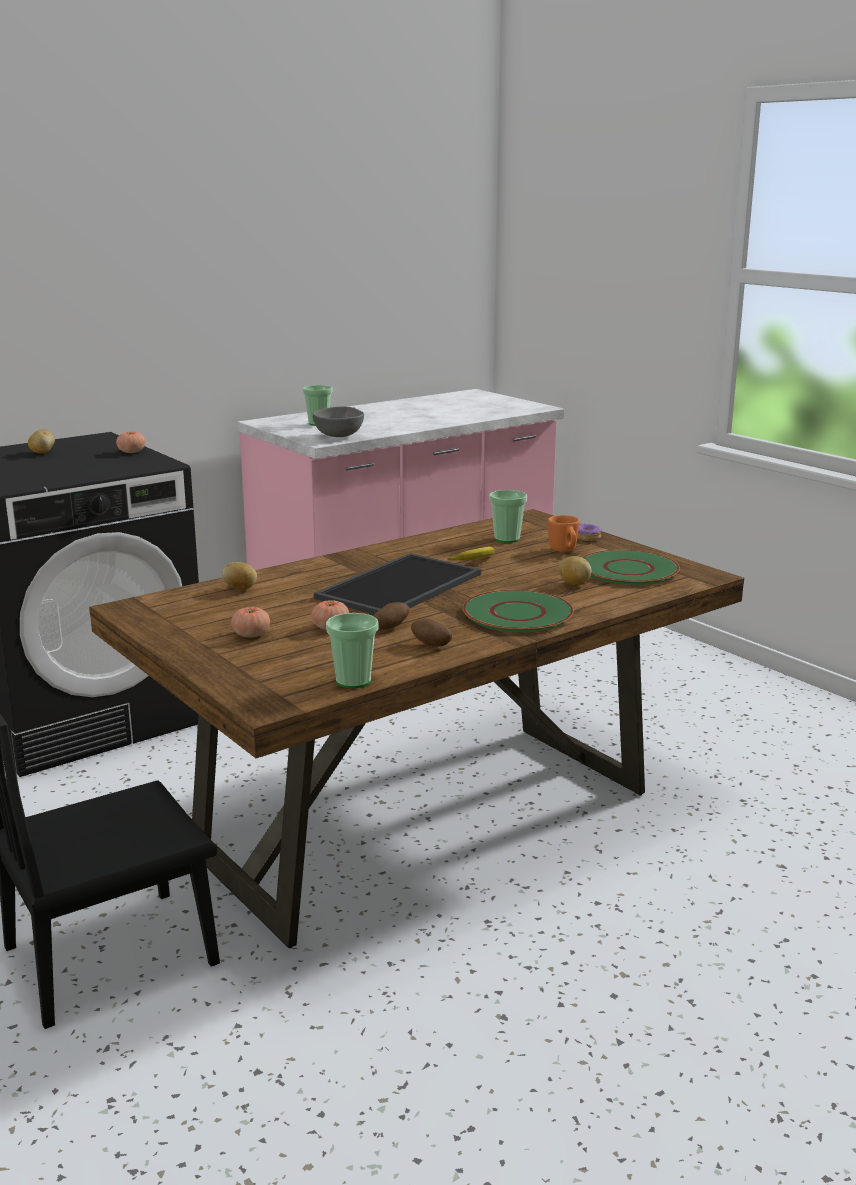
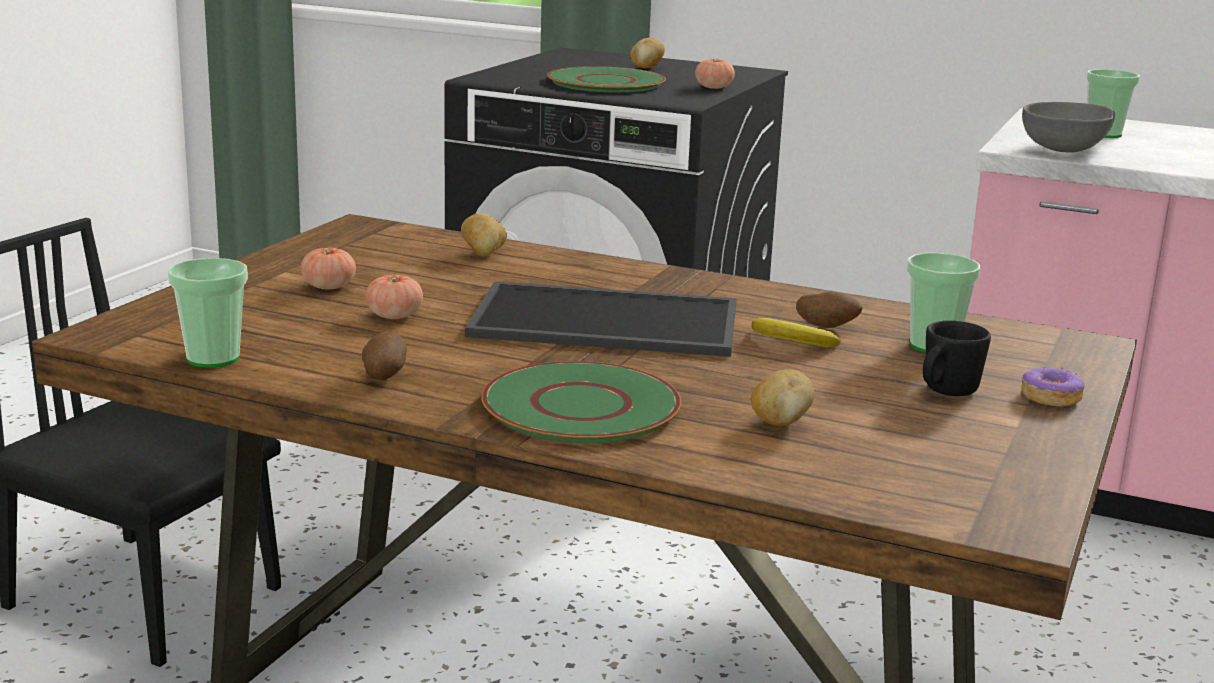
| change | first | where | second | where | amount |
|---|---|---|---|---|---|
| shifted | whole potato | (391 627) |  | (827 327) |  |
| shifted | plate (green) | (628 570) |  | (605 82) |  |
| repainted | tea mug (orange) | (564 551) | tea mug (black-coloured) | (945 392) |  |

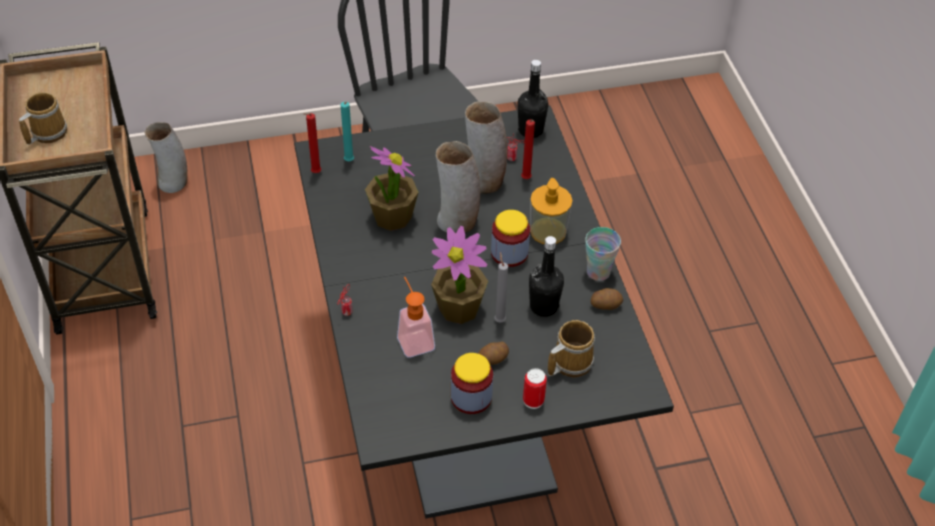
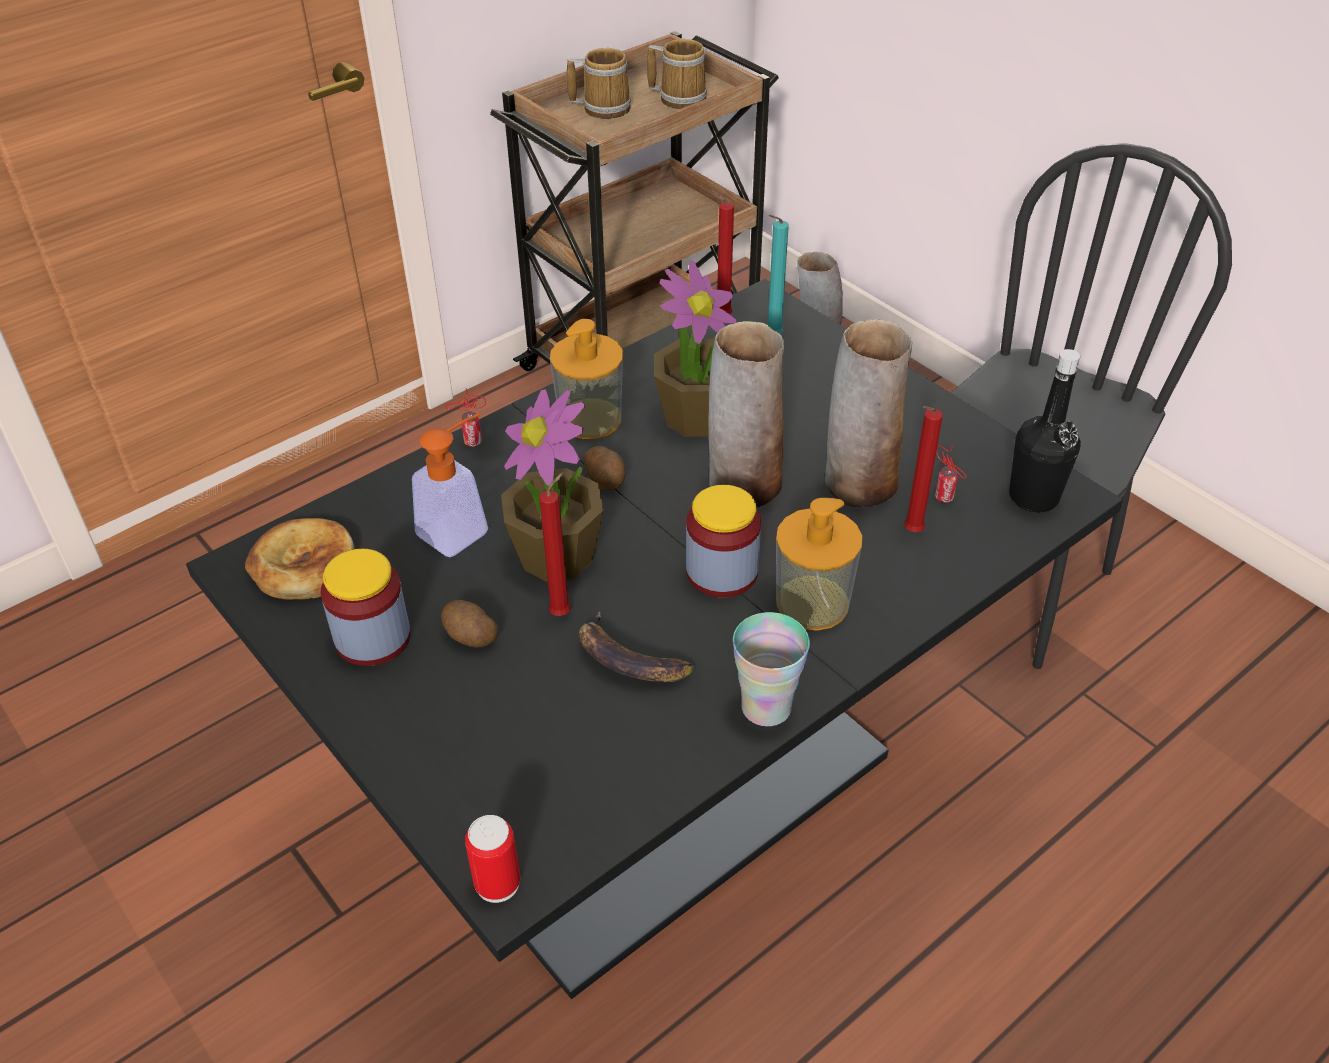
| change | first | where | second | where | amount |
|---|---|---|---|---|---|
| new |  |  | bakery bread | (303 565) |  |
| new |  |  | soap bottle | (590 419) |  |
| shifted | can | (533 400) |  | (497 883) |  |
| shifted | tea mug | (569 362) |  | (680 97) |  |
| shifted | whole potato | (605 304) |  | (606 479) |  |
| swapped | beverage bottle (black-coloured) | (543 306) | whole banana | (629 659) |  |
| repainted | candle (grey) | (499 319) | candle (reddish) | (563 612) |  |

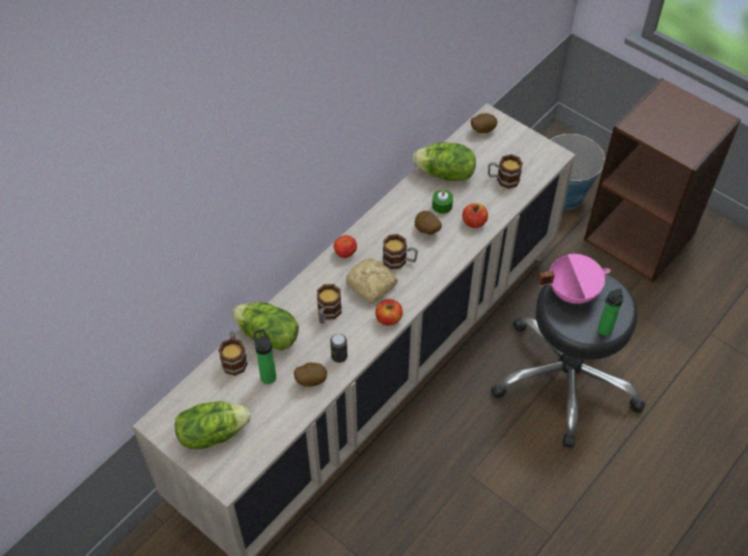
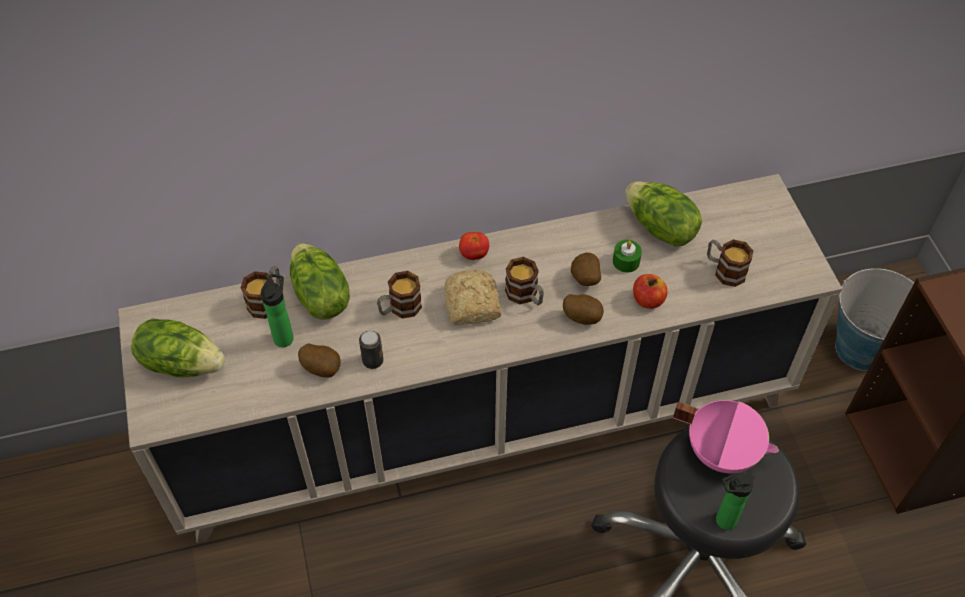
| change | first | where | second | where | amount |
|---|---|---|---|---|---|
| gone | whole apple | (388 318) |  |  |  |
| shifted | whole potato | (482 130) |  | (582 317) |  |

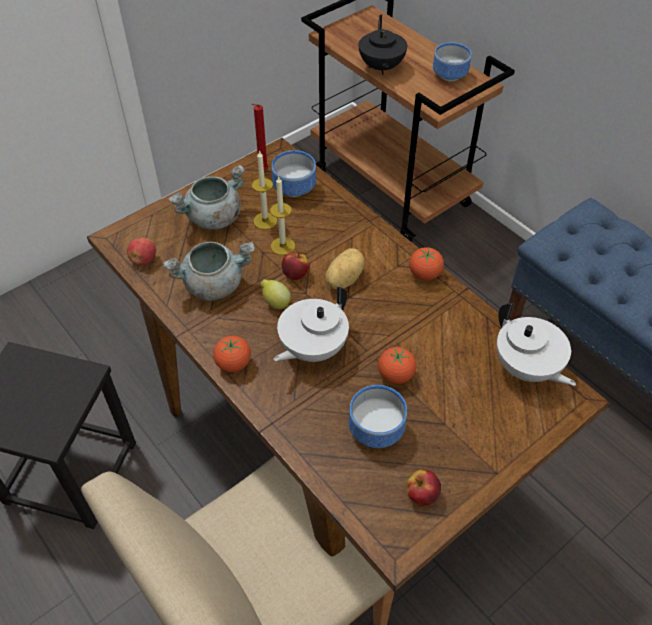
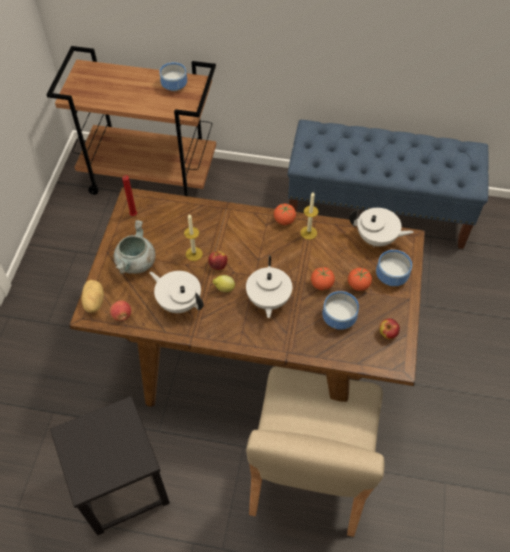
| change | first | where | second | where | amount |
|---|---|---|---|---|---|
| gone | pot for tea (black-coloured) | (381 67) |  |  |  |
| shifted | tomato | (233 364) |  | (358 285) |  |
| shifted | candle | (265 221) |  | (308 232) |  |
| shifted | serving bowl | (296 189) |  | (393 276) |  |
| shifted | whole potato | (343 279) |  | (93 302) |  |
| swapped | stockpot (grey) | (214 285) | pot for tea (whitish) | (179 302) |  |

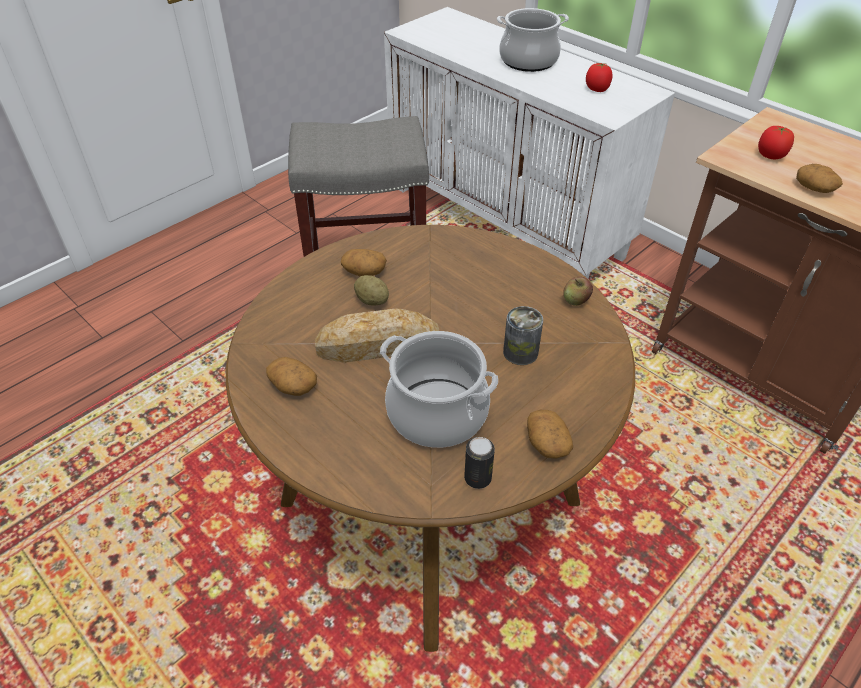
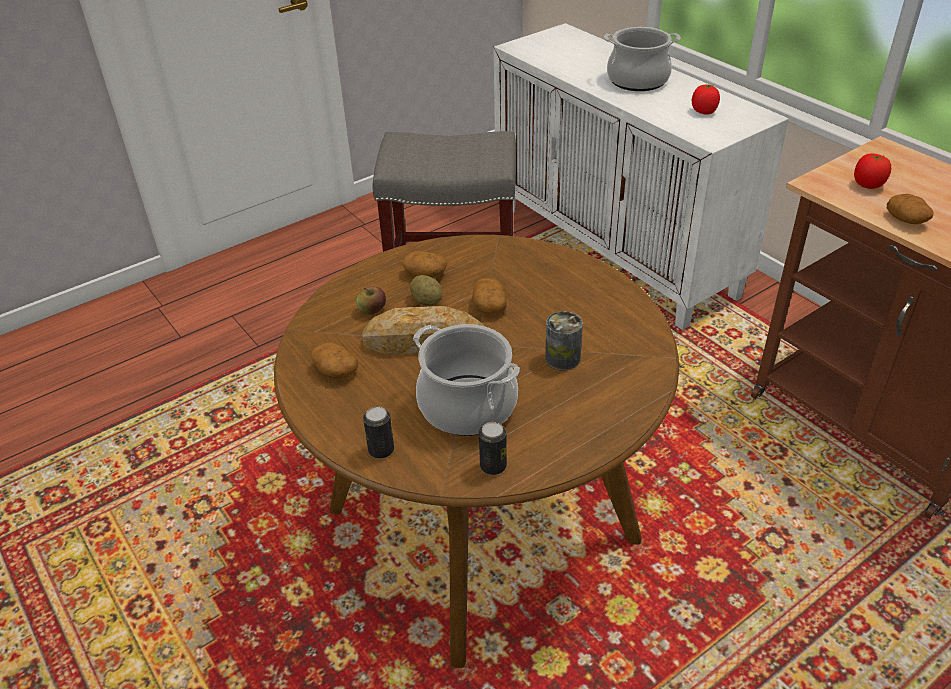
| change | first | where | second | where | amount |
|---|---|---|---|---|---|
| new |  |  | can | (381 450) |  |
| shifted | whole potato | (546 443) |  | (489 306) |  |
| shifted | whole apple | (576 300) |  | (372 310) |  |

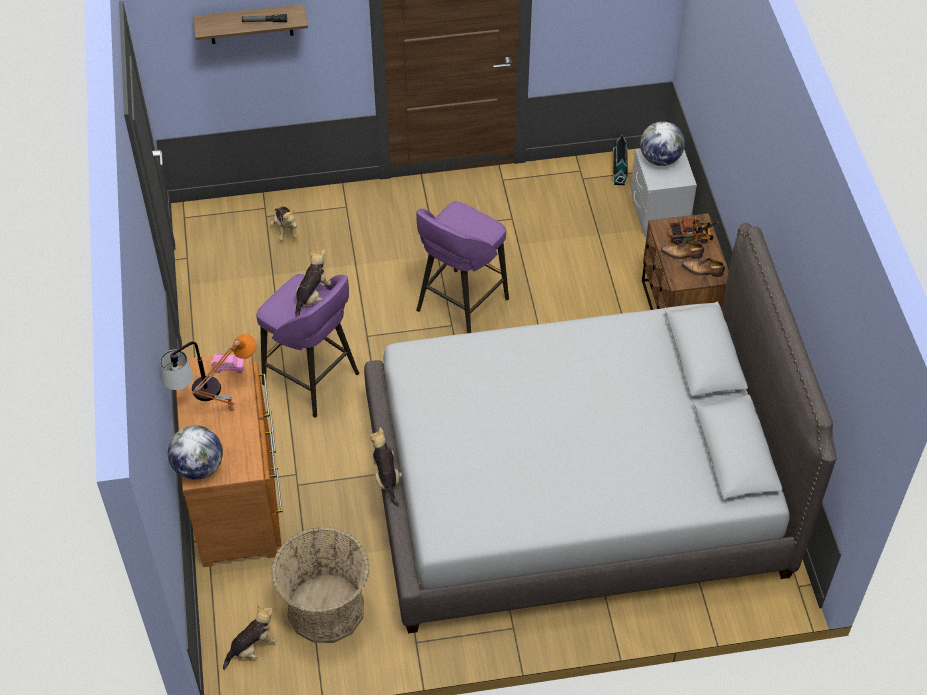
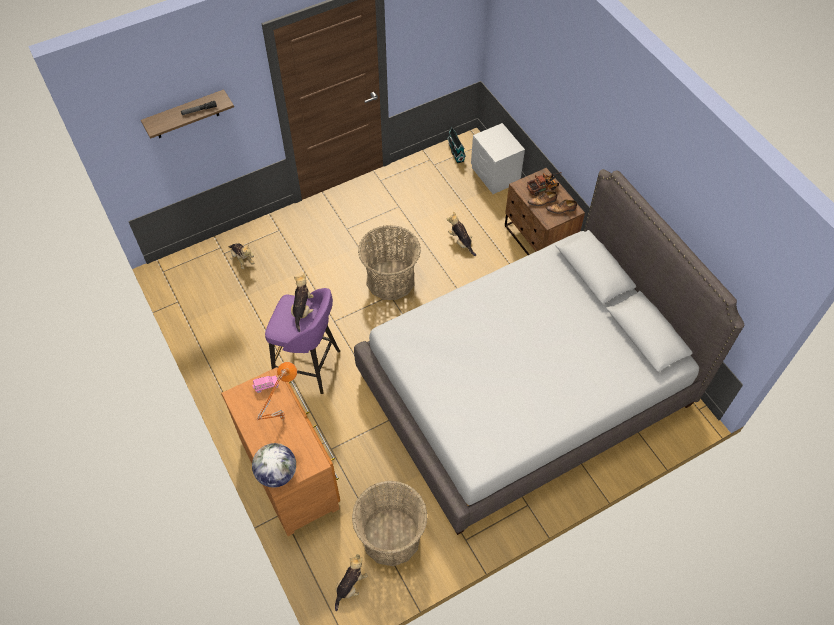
| change | first | where | second | where | amount |
|---|---|---|---|---|---|
| gone | lamp for a table | (195 398) |  |  |  |
| gone | desk globe | (660 159) |  |  |  |
| shifted | soft toy | (386 477) |  | (461 242) |  |
| swapped | stool (purple-coloured) | (460 306) | basket | (390 280) |  |

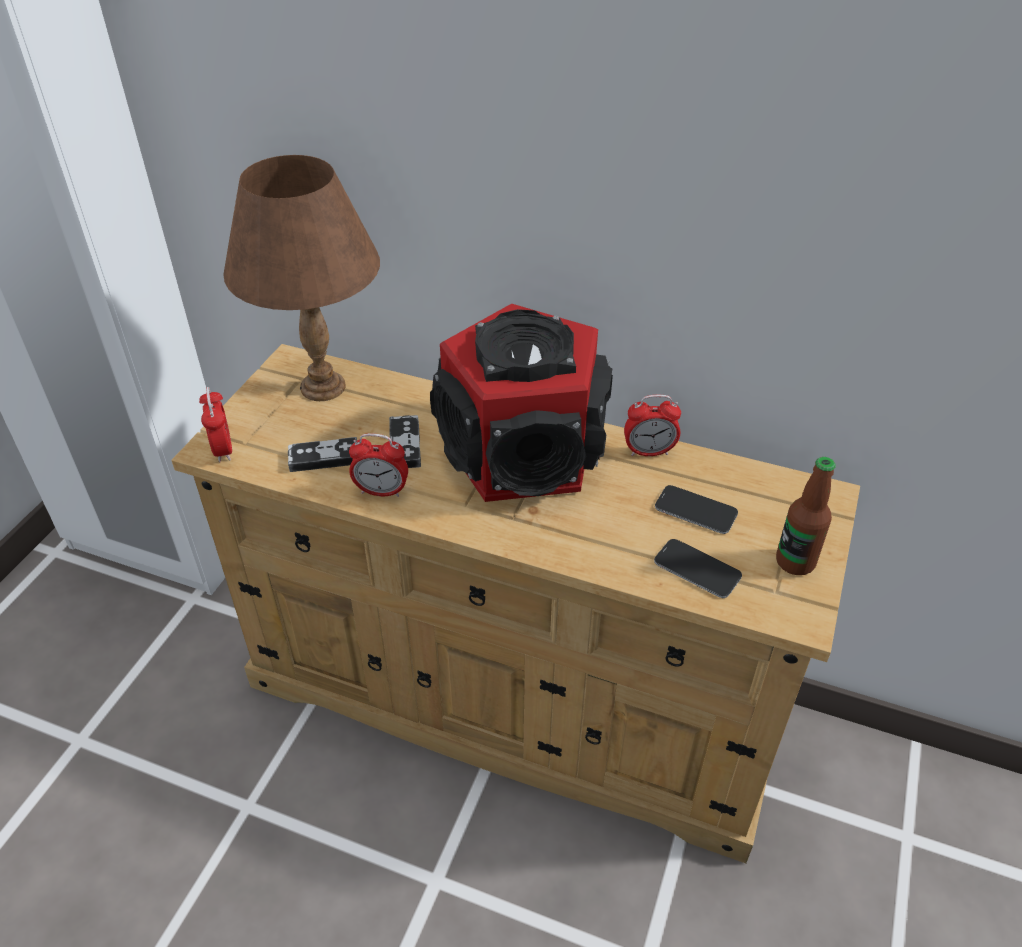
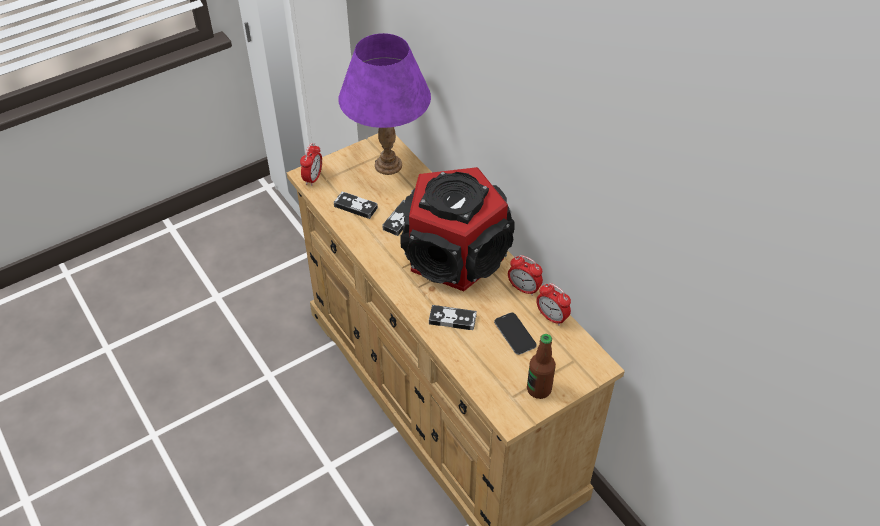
| change | first | where | second | where | amount |
|---|---|---|---|---|---|
| gone | telephone | (697 569) |  |  |  |
| new |  |  | game controller | (452 319) |  |
| shifted | table clock | (381 491) |  | (551 317) |  |
| repainted | lamp for a table (brown-coloured) | (322 387) | lamp for a table (purple-coloured) | (387 165) |  |

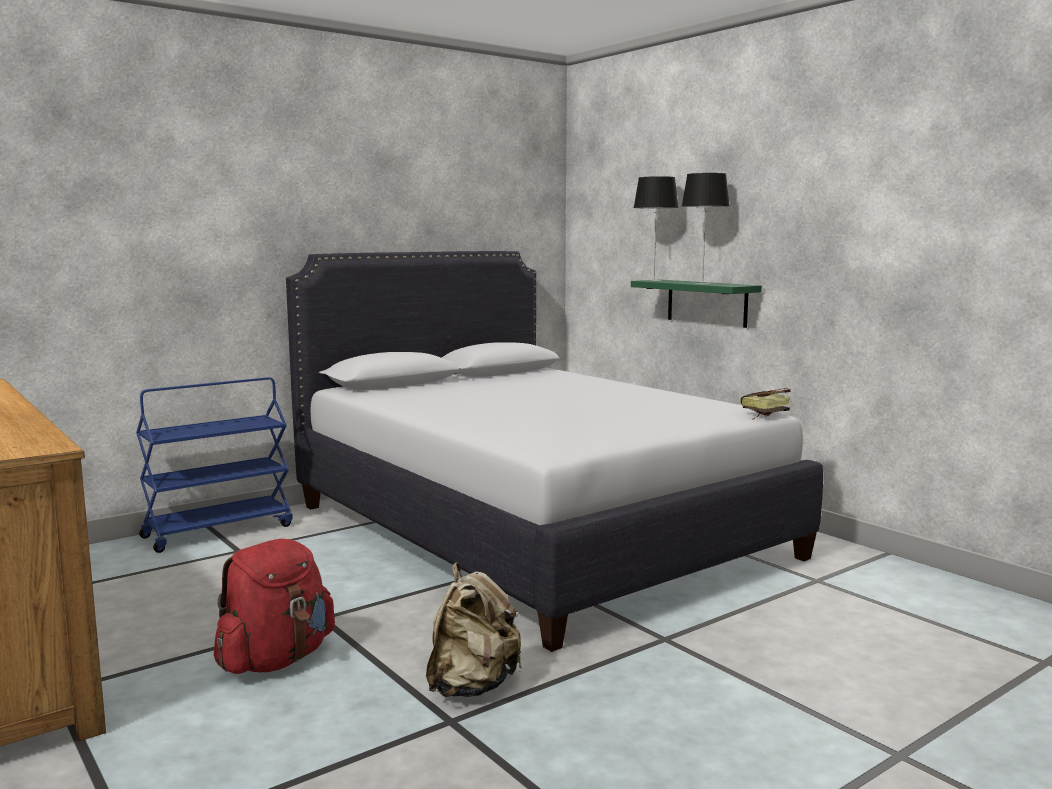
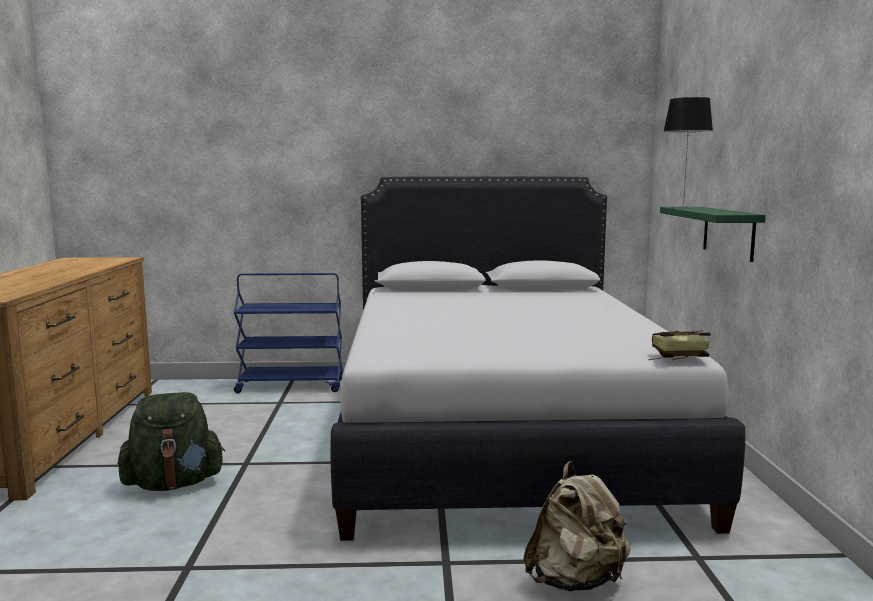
| change | first | where | second | where | amount |
|---|---|---|---|---|---|
| gone | lamp for a table | (702 283) |  |  |  |
| shifted | rucksack (beige-coloured) | (472 686) |  | (575 581) |  |
| repainted | rucksack (reddish) | (276 660) | rucksack (green) | (173 484) |  |

